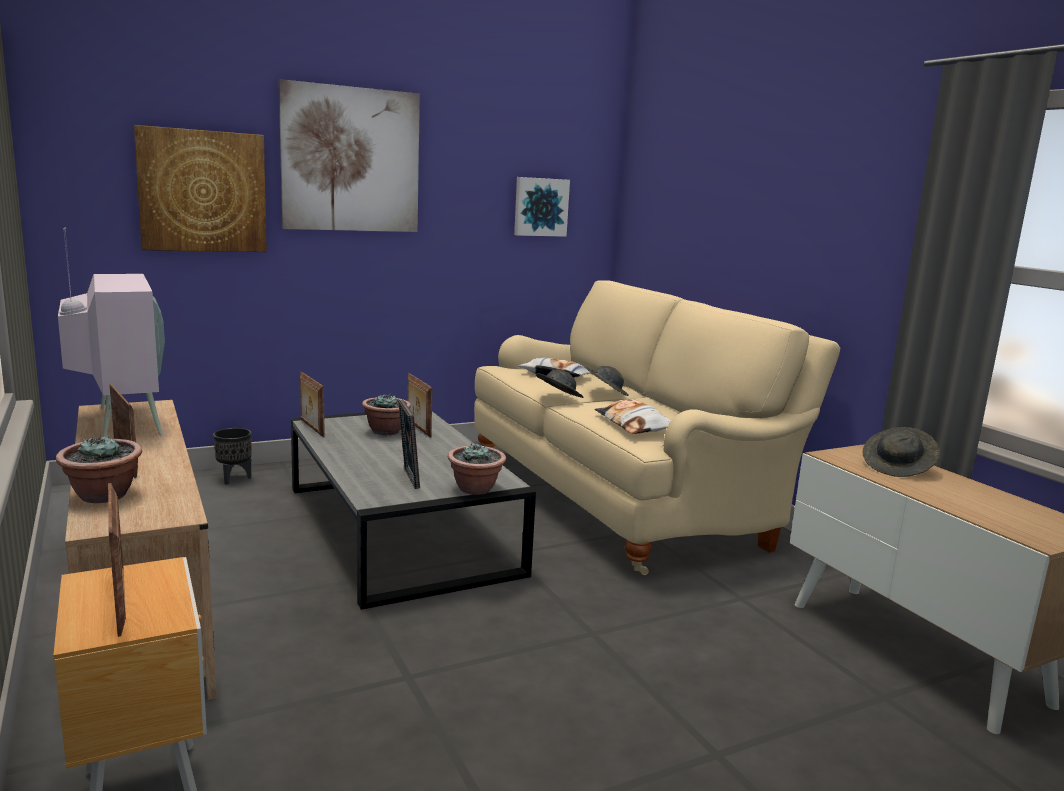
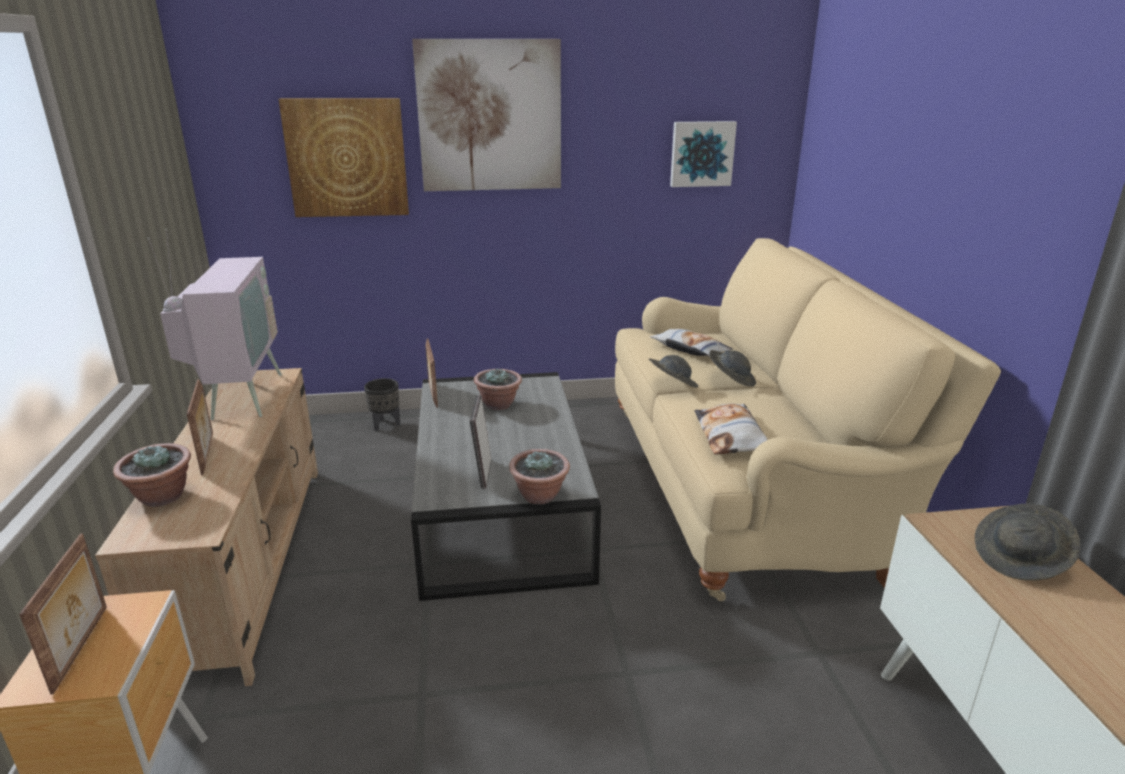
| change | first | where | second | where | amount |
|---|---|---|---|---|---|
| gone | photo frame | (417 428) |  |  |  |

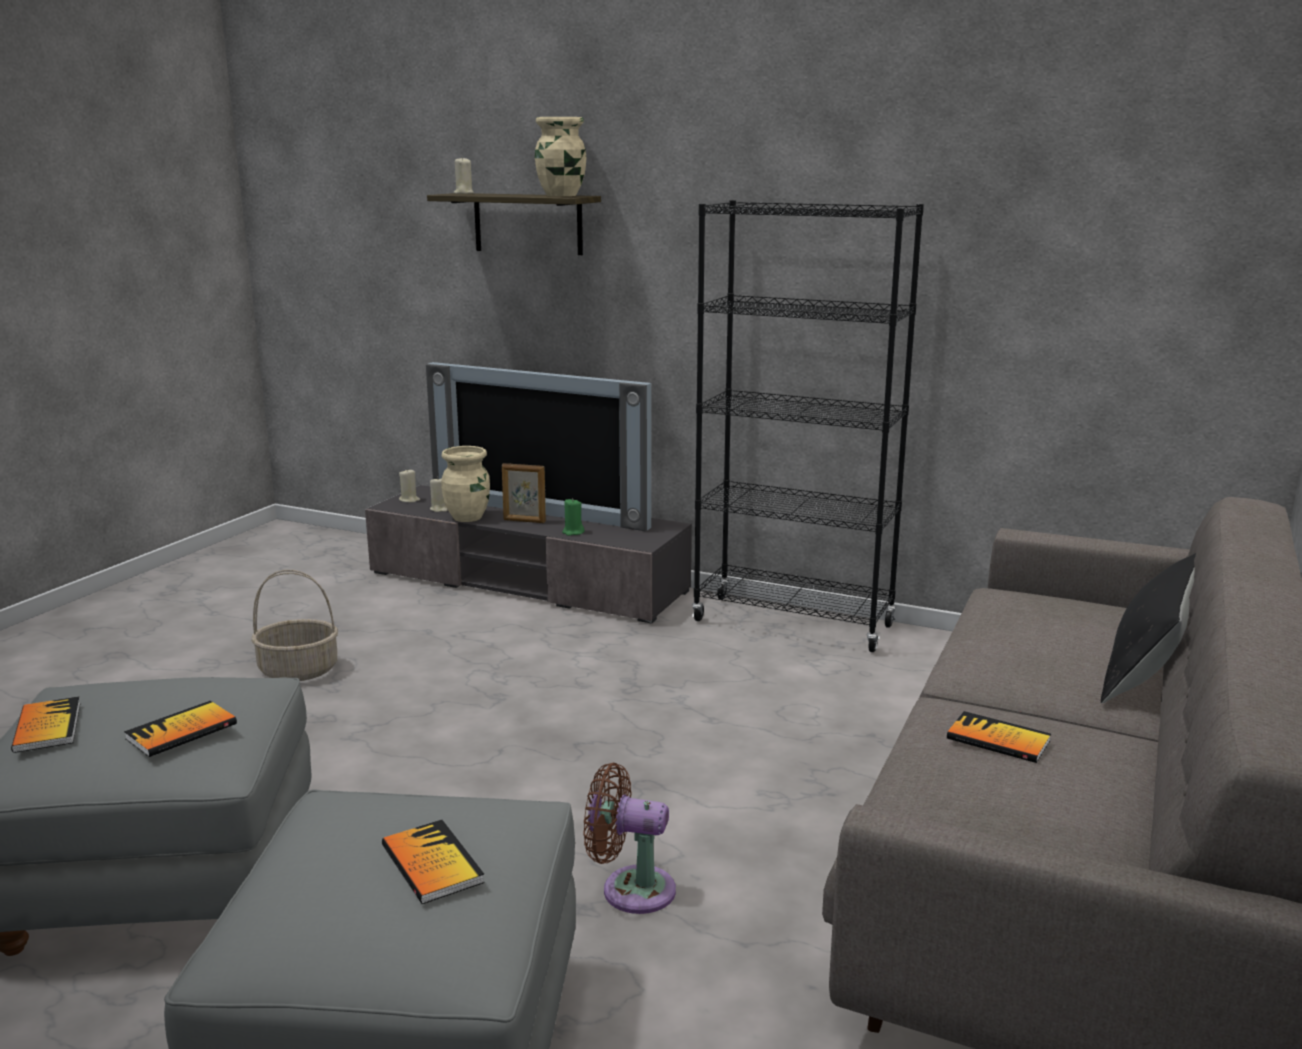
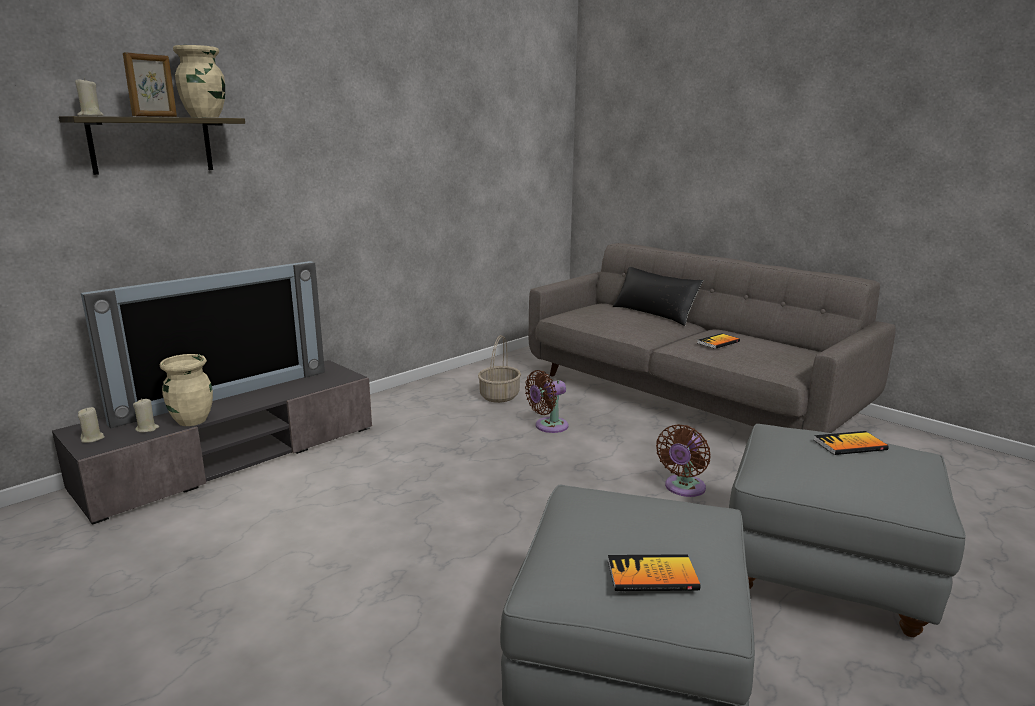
| change | first | where | second | where | amount |
|---|---|---|---|---|---|
| gone | volume | (181 731) |  |  |  |
| gone | candle (green) | (573 532) |  |  |  |
| gone | shelving unit (black-coloured) | (793 623) |  |  |  |
| new |  |  | electric fan (brown-coloured) | (548 426) |  |
| shifted | basket | (299 670) |  | (499 396) |  |
| shifted | photo frame | (524 521) |  | (155 116) |  |

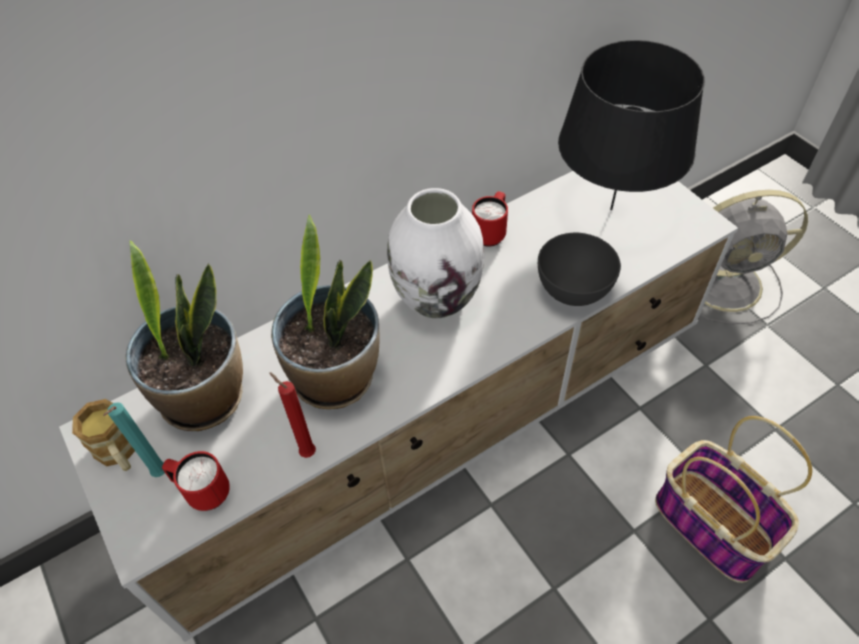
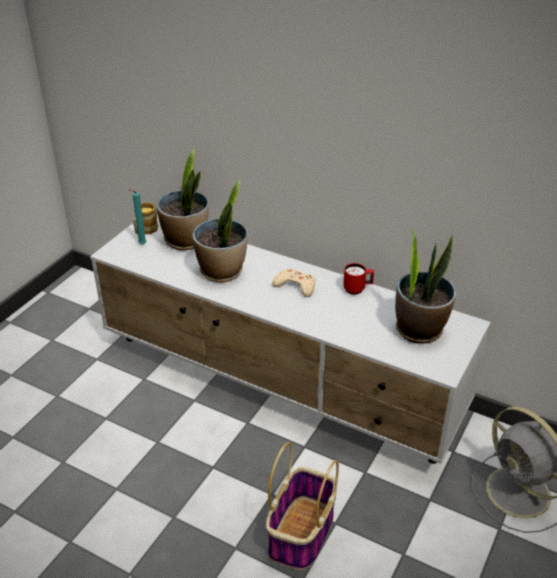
| change | first | where | second | where | amount |
|---|---|---|---|---|---|
| gone | tea mug (reddish) | (203 491) |  |  |  |
| gone | candle (reddish) | (306 451) |  |  |  |
| gone | serving bowl (grey) | (573 289) |  |  |  |
| swapped | vase (whitish) | (437 297) | game controller (beige-coloured) | (295 285) |  |
| swapped | lamp for a table (black-coloured) | (611 209) | plant in a pot | (419 329) |  |

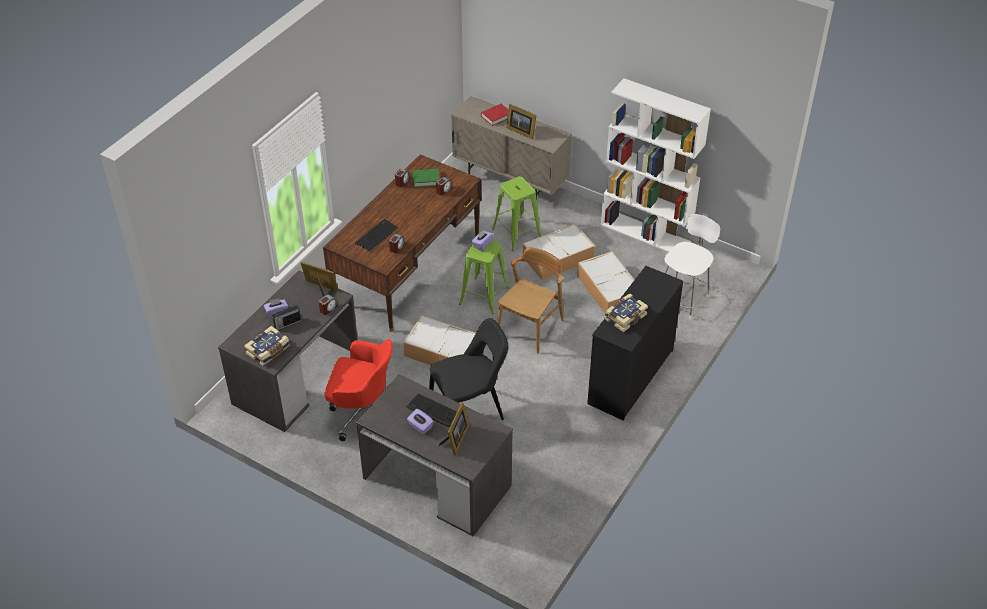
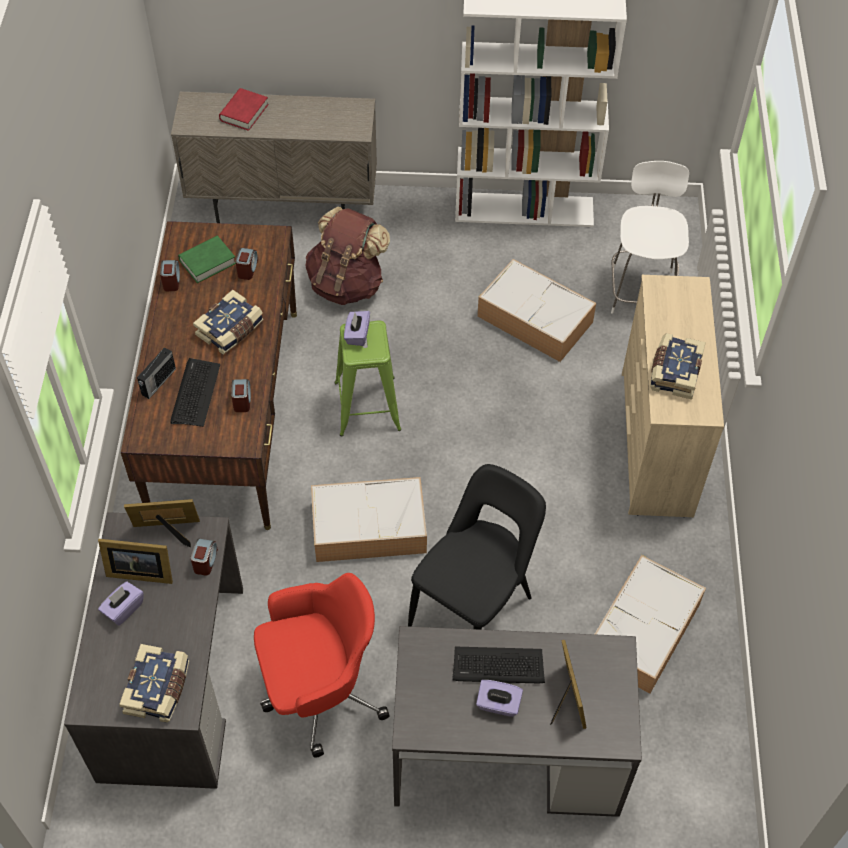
| change | first | where | second | where | amount |
|---|---|---|---|---|---|
| gone | upright chair (brown-coloured) | (530 328) |  |  |  |
| new |  |  | volume | (231 330) |  |
| shifted | radio receiver | (287 324) |  | (158 382) |  |
| shifted | photo frame | (521 131) |  | (139 571) |  |
| shifted | storage box | (557 258) |  | (642 632) |  |
| swapped | stool (green) | (516 233) | rucksack (brown-coloured) | (347 283) |  |
| repainted | chest of drawers (black-coloured) | (630 376) | chest of drawers (beige-coloured) | (654 443) |  |

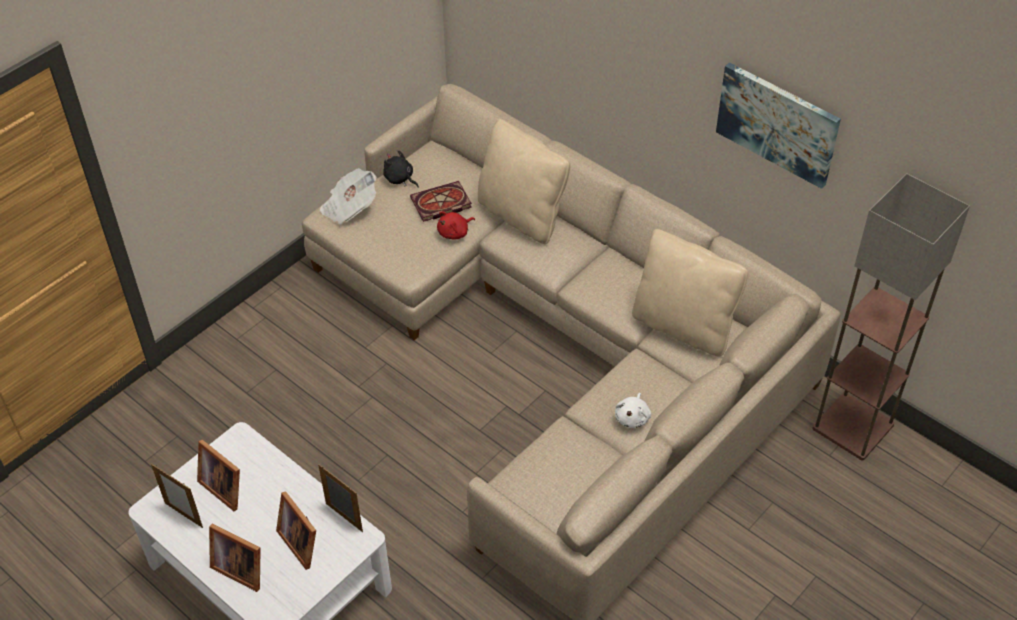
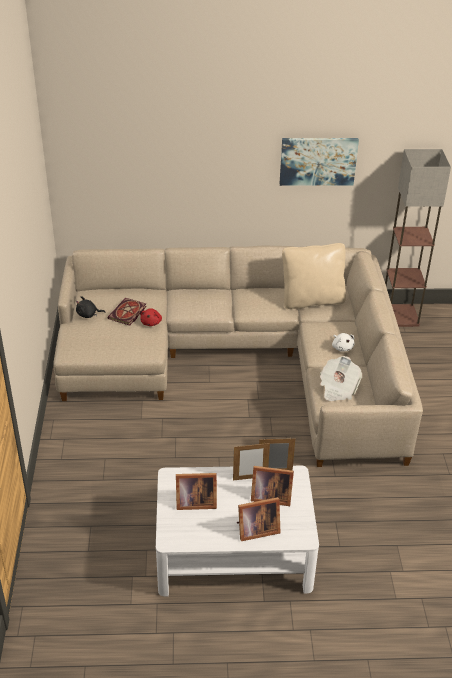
| change | first | where | second | where | amount |
|---|---|---|---|---|---|
| gone | pillow (beige-coloured) | (522 215) |  |  |  |
| shifted | photo frame | (183 515) |  | (250 478) |  |
| shifted | daily paper | (349 208) |  | (338 388) |  |

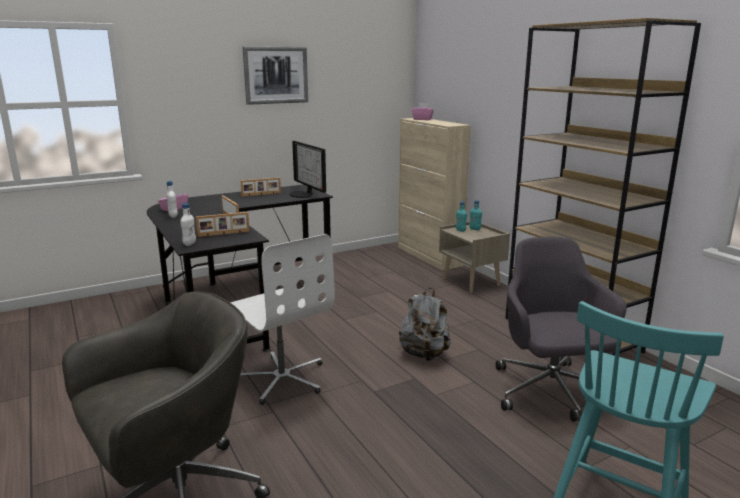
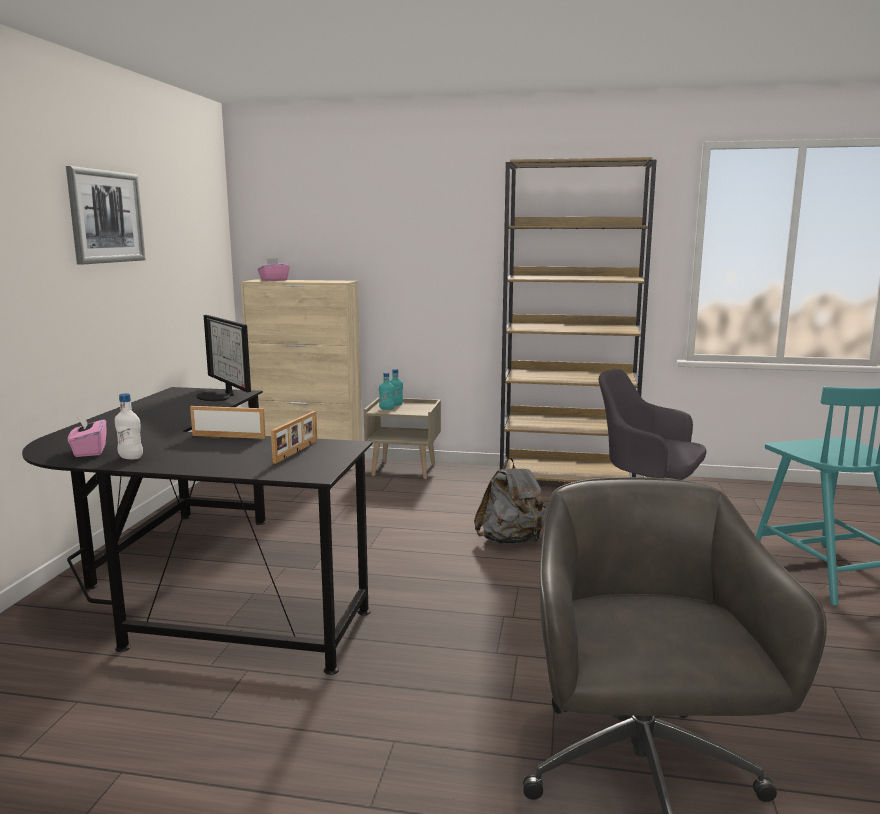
| change | first | where | second | where | amount |
|---|---|---|---|---|---|
| gone | beverage bottle (whitish) | (189 244) |  |  |  |
| gone | computer chair (whitish) | (282 378) |  |  |  |
| gone | photo frame | (261 194) |  |  |  |
| rotated | monitor | (303 194) |  | (218 396) | 45 degrees clockwise |

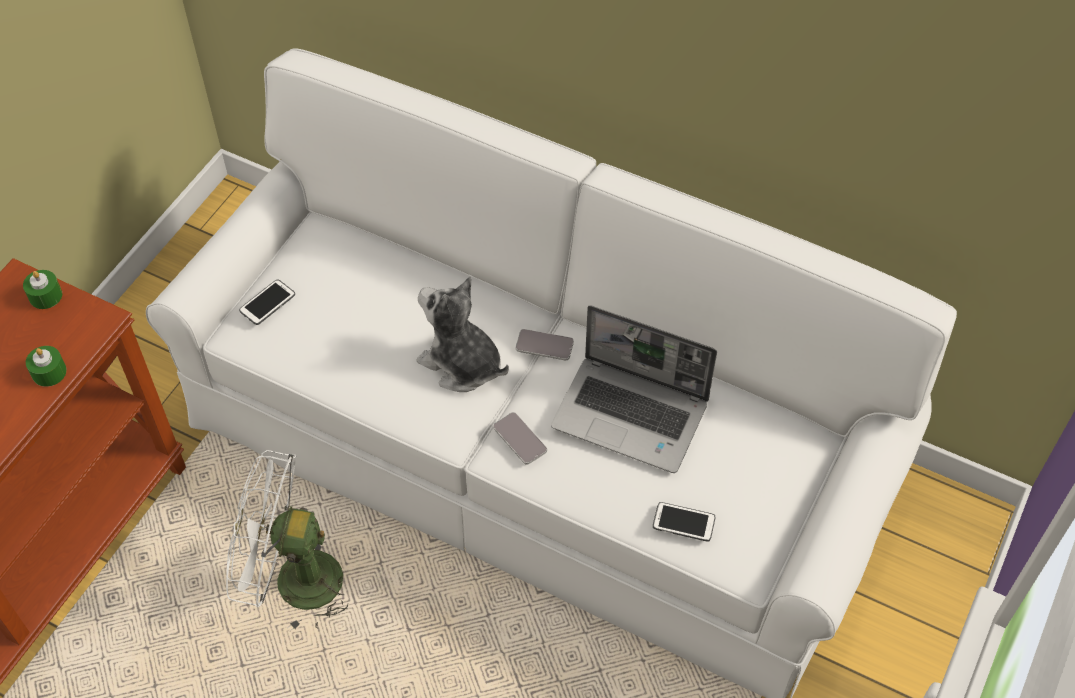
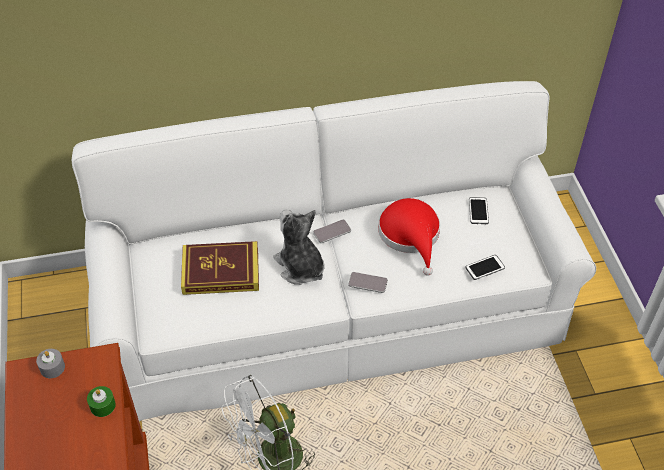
| change | first | where | second | where | amount |
|---|---|---|---|---|---|
| new |  |  | volume | (221 271) |  |
| shifted | telephone | (267 303) |  | (478 211) |  |
| swapped | laptop | (632 415) | hat (reddish) | (411 235) |  |
| repainted | candle (green) | (45 296) | candle (grey) | (52 367) |  |
| rotated | soft toy | (461 364) |  | (300 267) | 60 degrees clockwise |

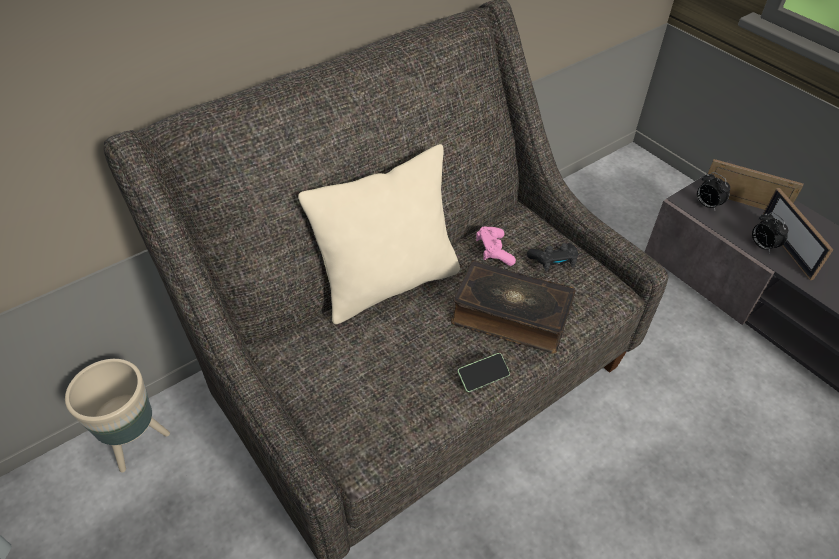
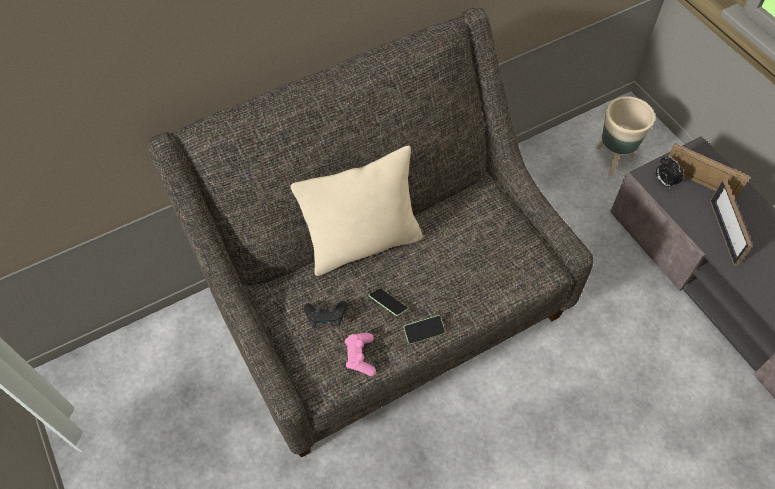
| change | first | where | second | where | amount |
|---|---|---|---|---|---|
| gone | volume | (510 315) |  |  |  |
| gone | table clock | (761 246) |  |  |  |
| new |  |  | telephone | (388 304) |  |
| shifted | flower pot (beige-coloured) | (137 442) |  | (613 159) |  |
| shifted | game controller (pink-coloured) | (494 251) |  | (360 357) |  |
| shifted | game controller (black-coloured) | (553 262) |  | (326 317) |  |

